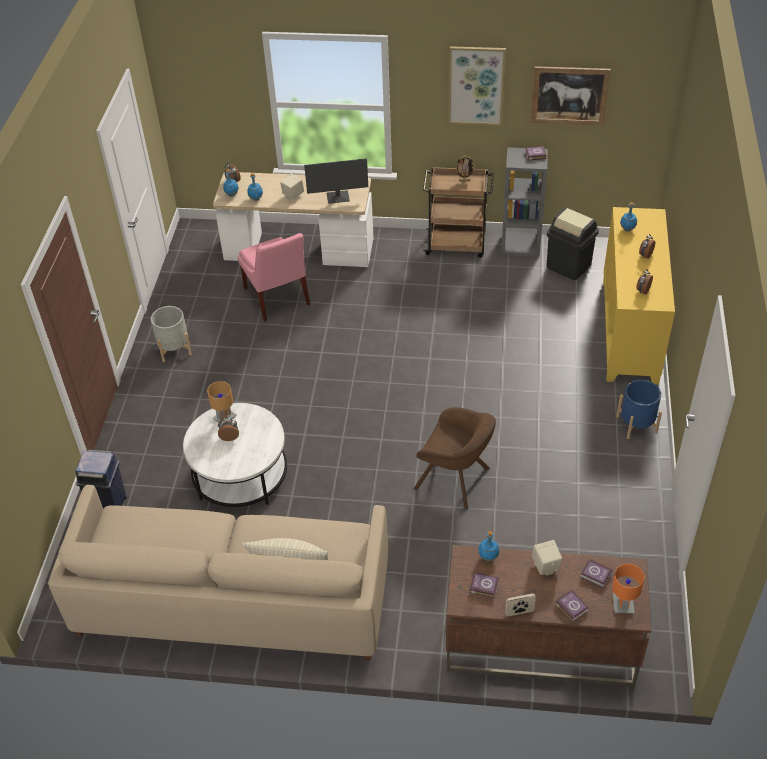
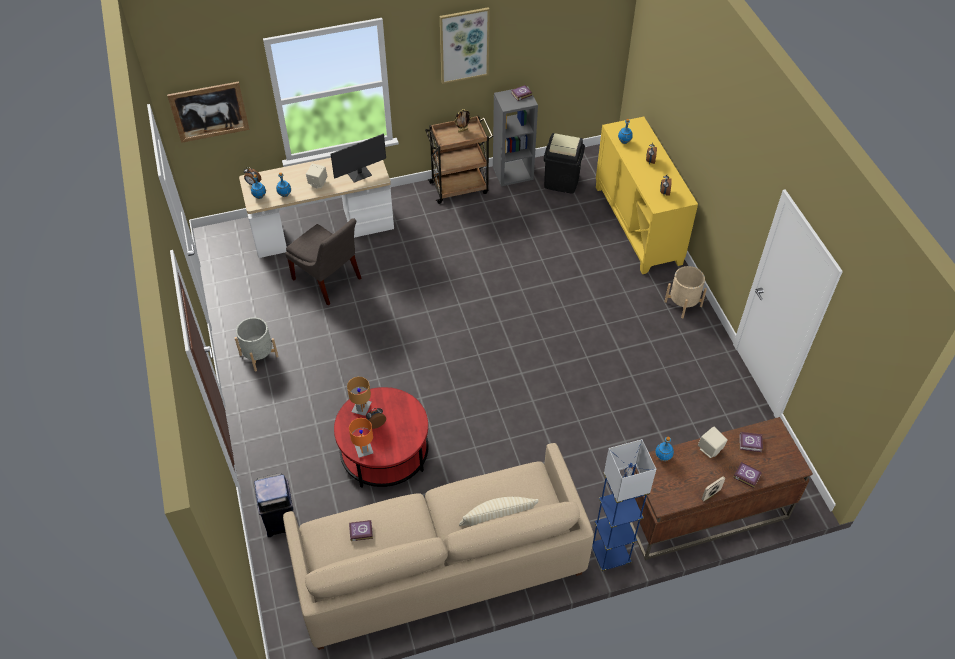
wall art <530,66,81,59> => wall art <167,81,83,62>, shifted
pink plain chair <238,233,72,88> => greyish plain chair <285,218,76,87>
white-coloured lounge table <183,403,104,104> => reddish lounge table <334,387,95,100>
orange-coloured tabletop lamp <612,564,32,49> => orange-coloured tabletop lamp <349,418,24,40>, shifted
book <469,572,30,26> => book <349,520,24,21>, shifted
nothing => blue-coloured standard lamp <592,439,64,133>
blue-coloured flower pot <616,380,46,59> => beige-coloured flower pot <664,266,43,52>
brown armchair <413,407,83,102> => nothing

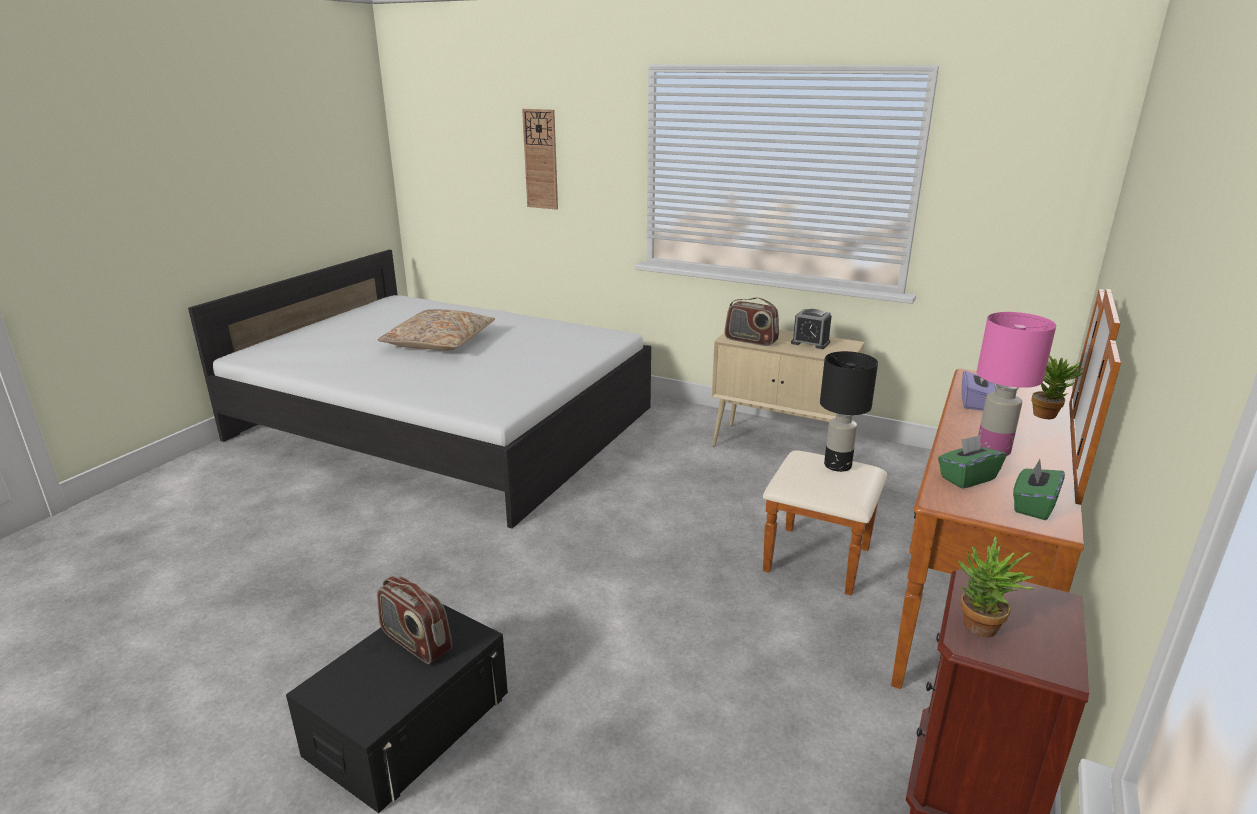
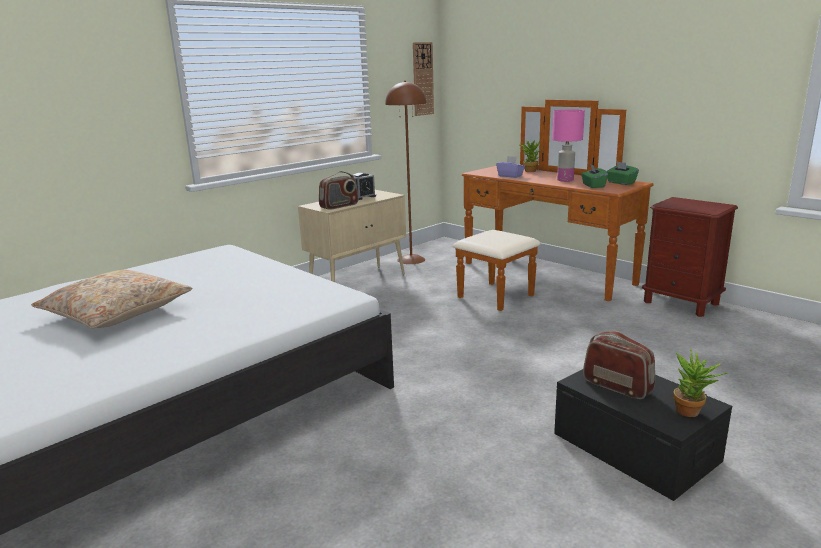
nothing => brown standard lamp <385,81,42,183>
hanging clock <522,109,36,101> => hanging clock <413,42,21,74>, shifted
radio <377,576,75,88> => radio <583,331,72,68>, 105 degrees counterclockwise
potted plant <958,537,76,101> => potted plant <673,349,55,68>, shifted
blackish tabletop lamp <820,351,58,121> => nothing

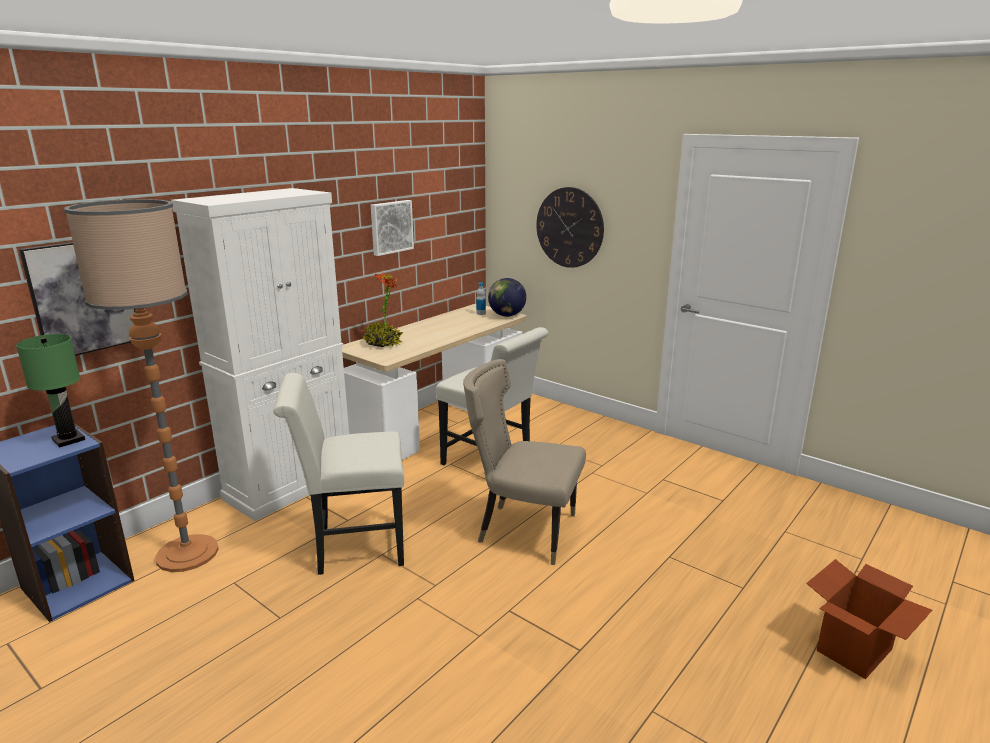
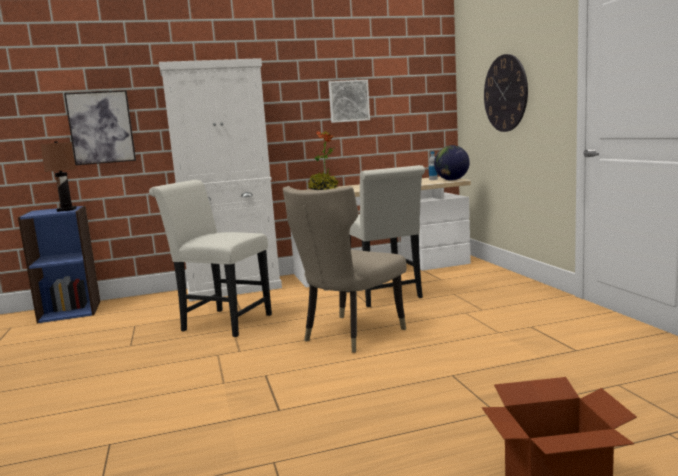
green-coloured tabletop lamp <16,334,69,114> => brown tabletop lamp <40,141,37,71>
beige-coloured plain chair <463,359,123,206> => beige-coloured plain chair <283,186,124,167>, 105 degrees counterclockwise
standard lamp <64,199,155,373> => nothing

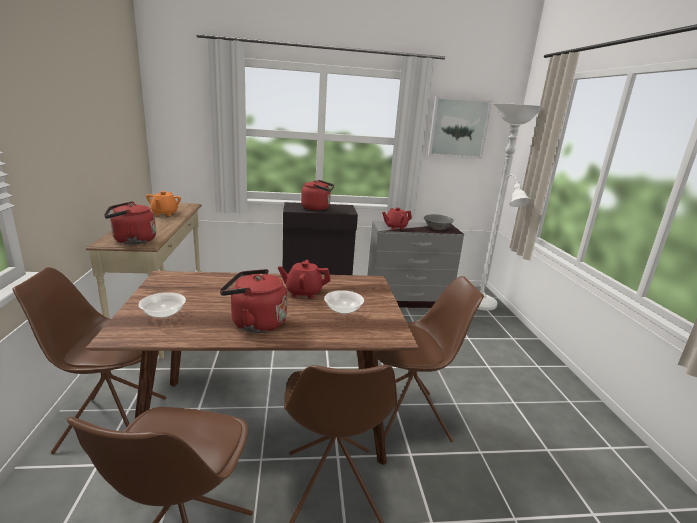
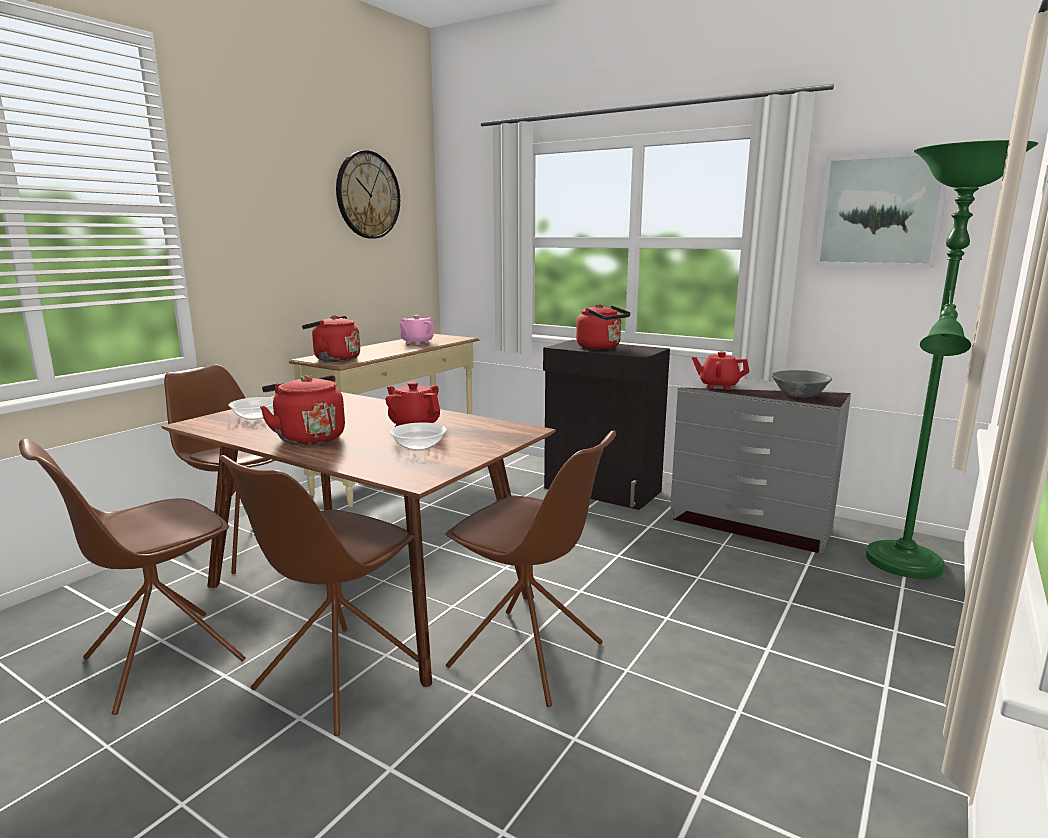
nothing => hanging clock <336,150,64,89>
orange-coloured tea pot <146,191,35,25> => pink tea pot <399,315,35,30>
white-coloured standard lamp <478,103,65,208> => green-coloured standard lamp <866,140,172,439>

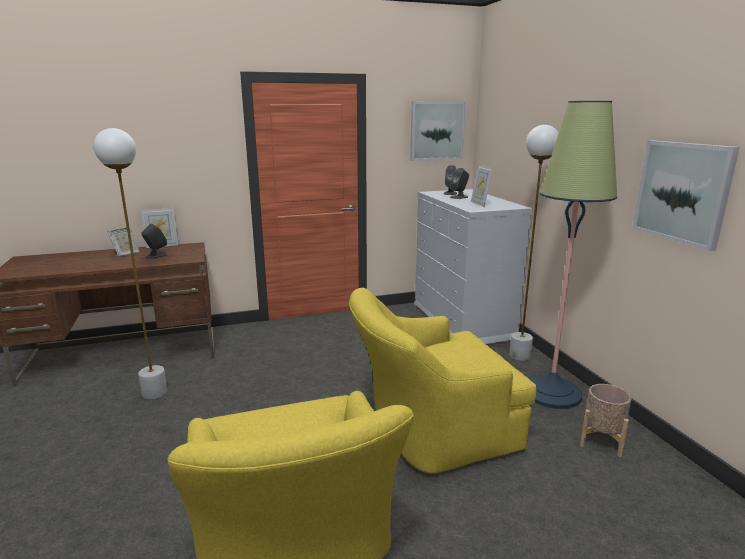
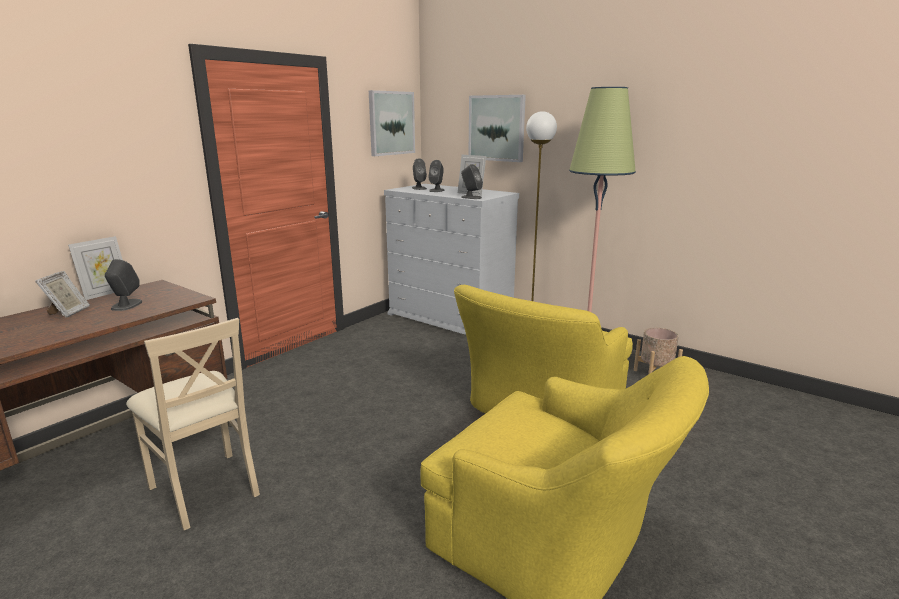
white-coloured standard lamp <93,128,74,271> => beige-coloured plain chair <126,318,134,212>
nothing => greyish loudspeaker <461,164,22,35>
wall art <632,140,108,111> => wall art <468,95,58,67>, shifted

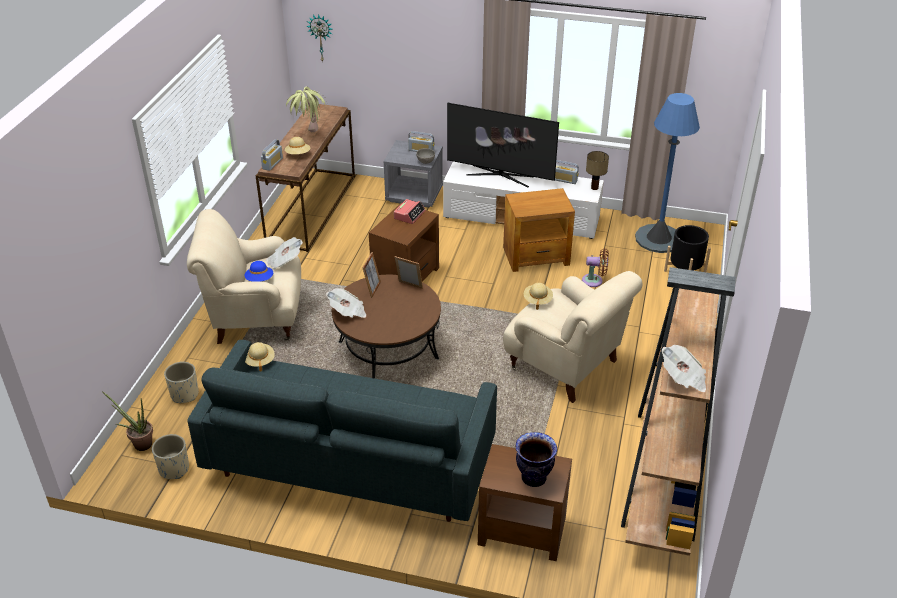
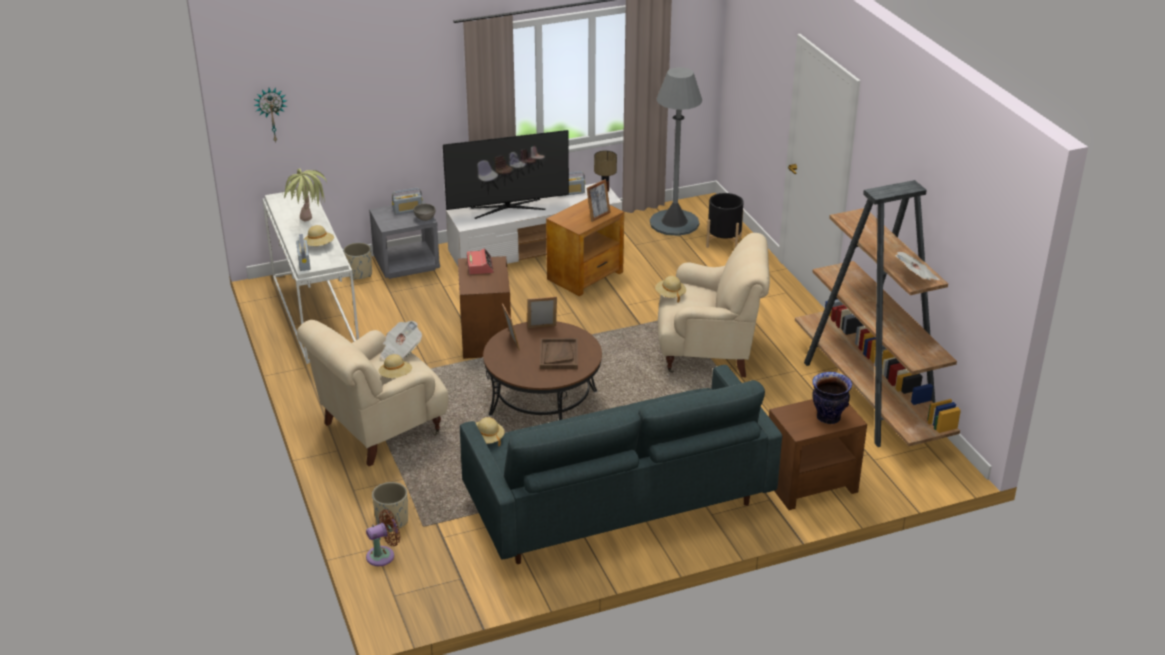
brown hall table <256,104,99,148> => white-coloured hall table <262,190,97,174>
beige-coloured flower pot <152,434,37,45> => beige-coloured flower pot <343,243,29,37>, shifted
brown fan <582,248,27,39> => brown fan <366,509,34,57>, shifted
blue-coloured hat <245,261,28,21> => beige-coloured hat <379,354,33,24>
nothing => brown carrying tray <540,338,38,31>
nothing => standing frame <586,179,25,43>
blue-coloured standard lamp <635,93,65,160> => greyish standard lamp <650,67,52,169>
potted plant <102,391,51,60> => nothing
daily paper <326,288,41,30> => nothing

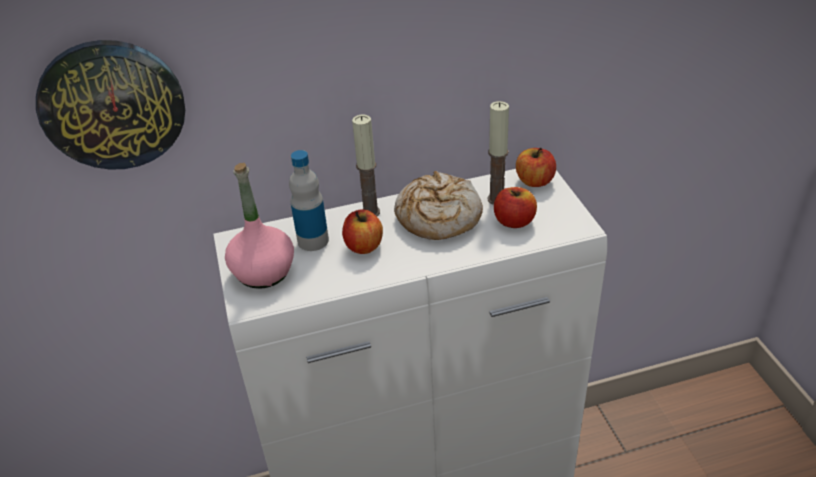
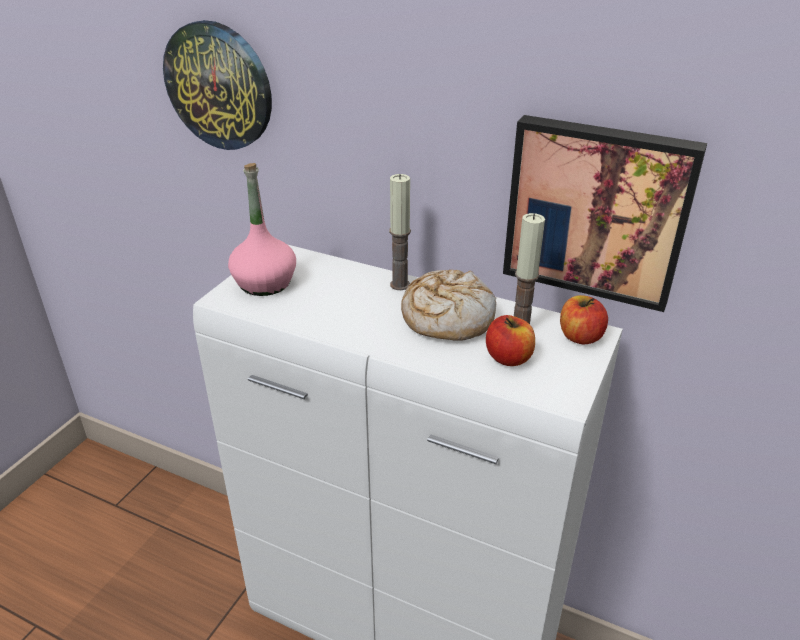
nothing => wall art <503,115,204,197>
bottle <289,150,40,101> => nothing
apple <342,209,41,45> => nothing

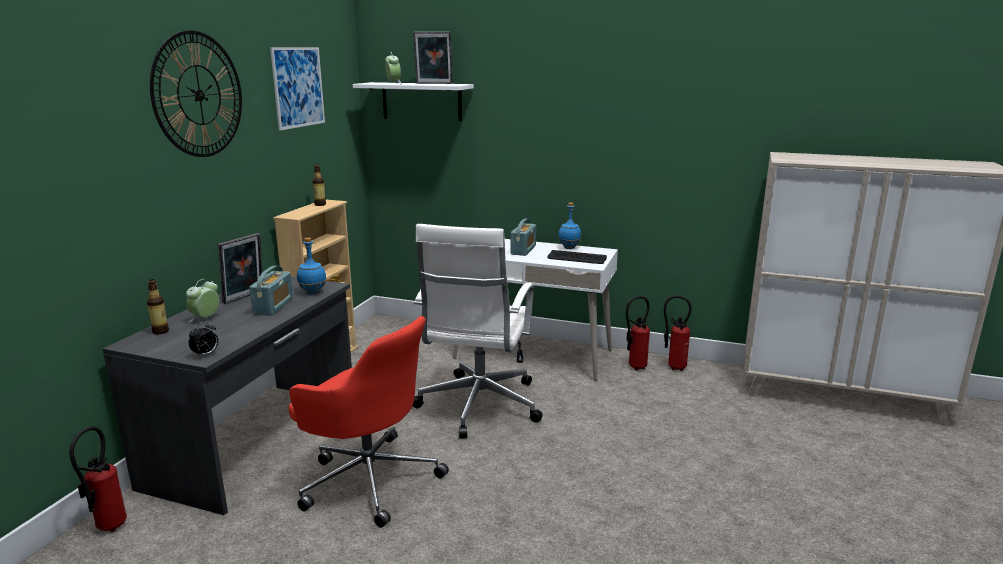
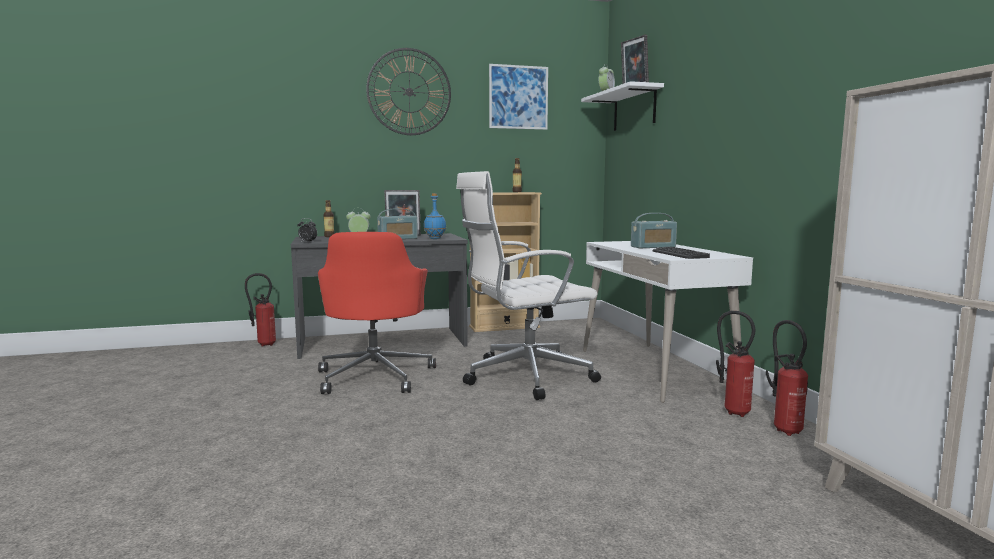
blue-coloured bottle <558,202,23,47> => nothing

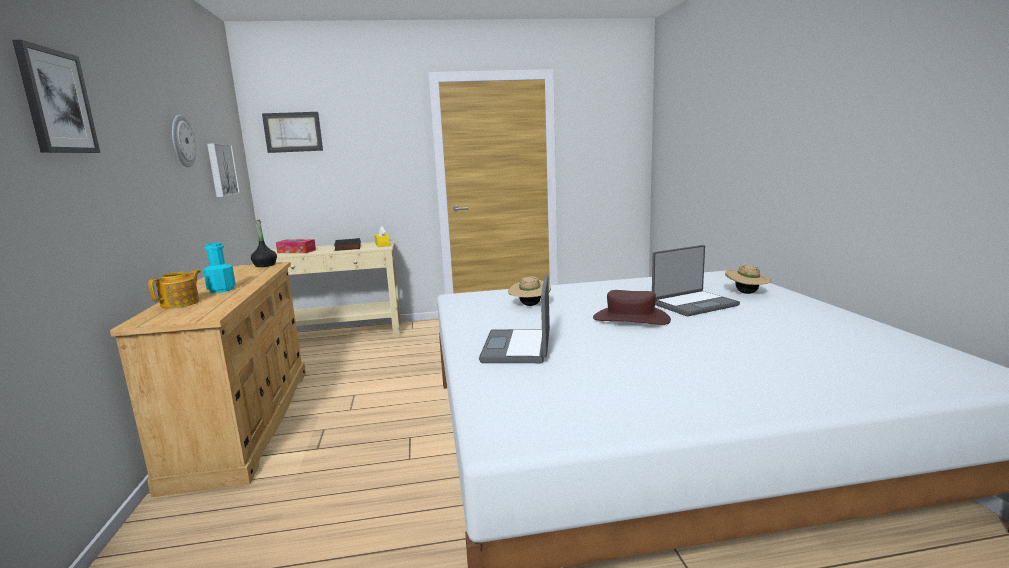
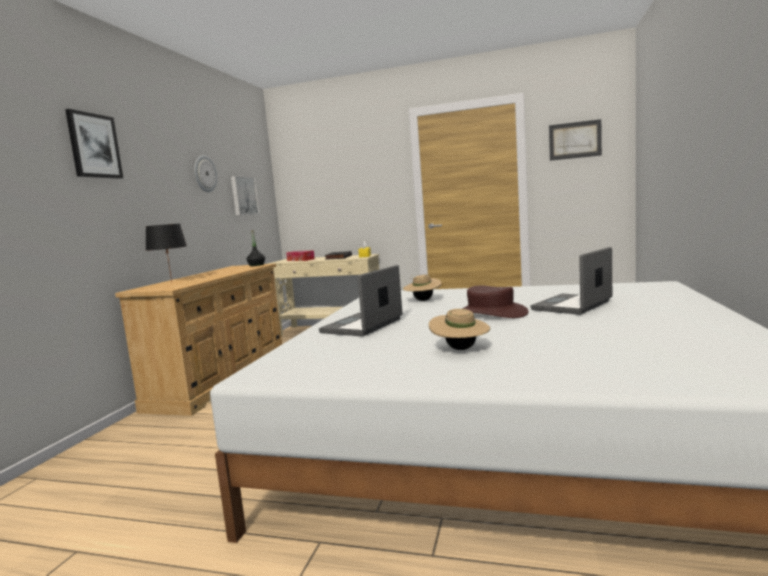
tea pot <148,269,53,40> => blackish tabletop lamp <146,224,41,58>
beige-coloured hat <725,265,46,29> => beige-coloured hat <429,309,61,41>, shifted
portable computer <652,245,88,71> => portable computer <531,247,81,68>, 135 degrees clockwise
wall art <262,112,61,41> => wall art <549,119,53,42>, shifted
blue-green bottle <203,243,33,50> => nothing

